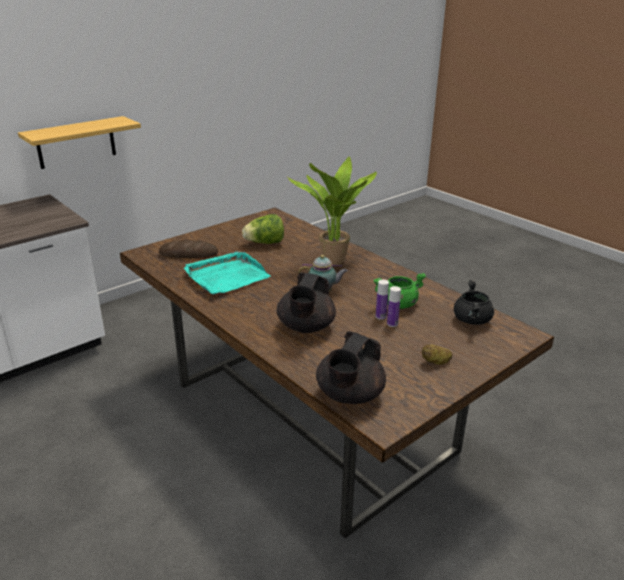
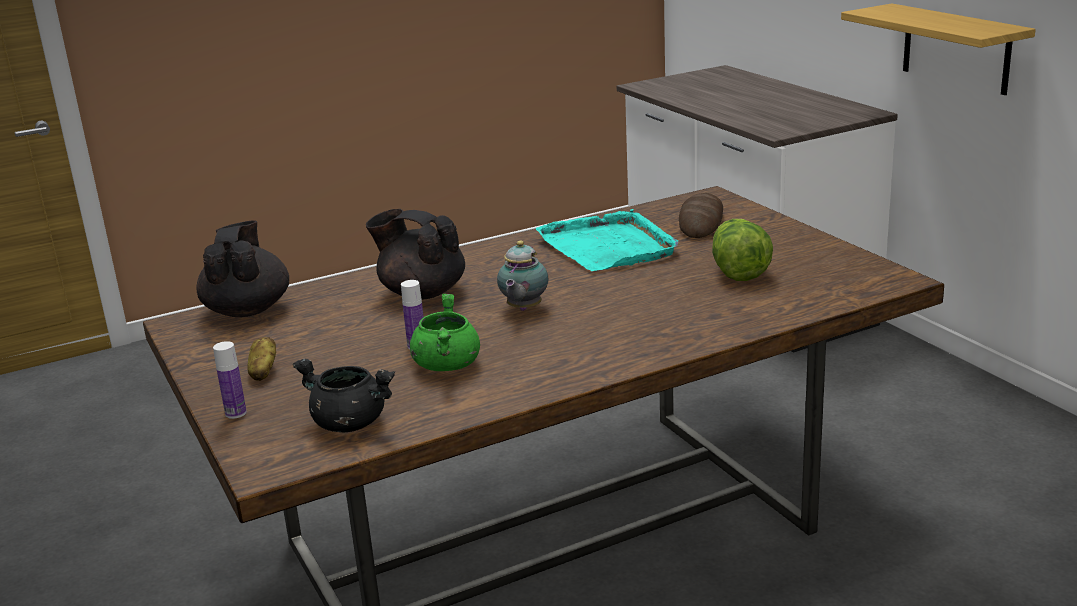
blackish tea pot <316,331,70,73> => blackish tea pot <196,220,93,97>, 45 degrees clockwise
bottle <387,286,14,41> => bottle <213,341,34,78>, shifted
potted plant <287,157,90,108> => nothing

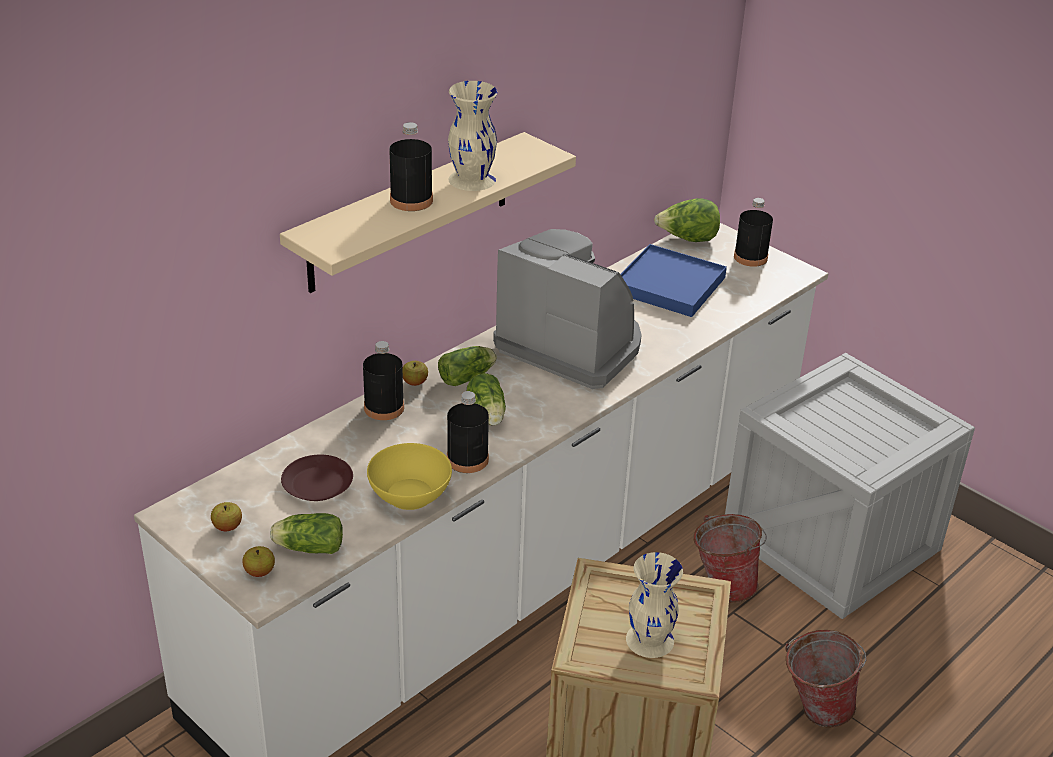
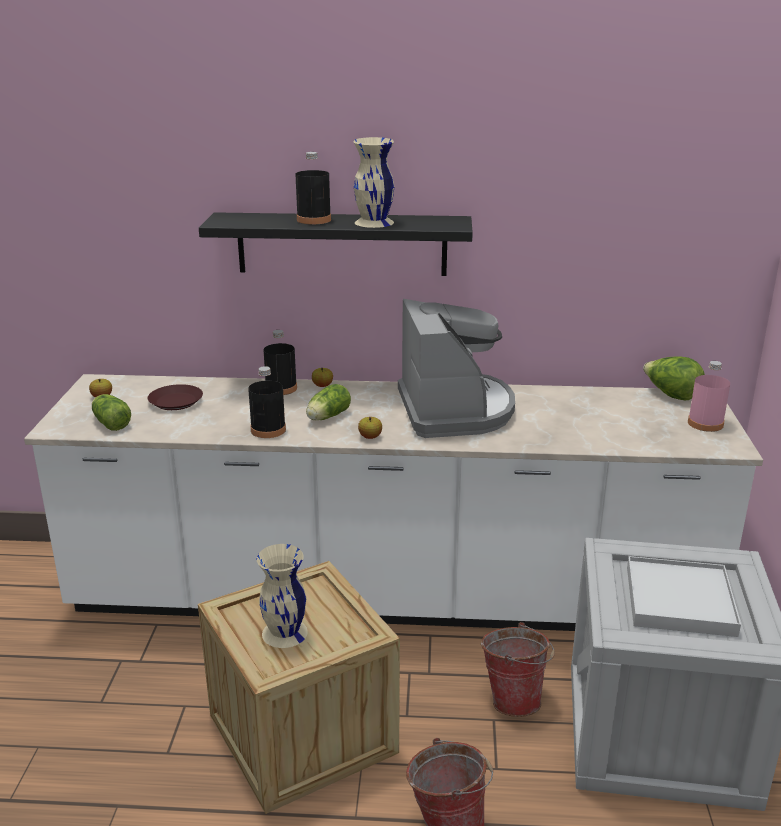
beige-coloured bracket shelf <280,132,296,161> => blackish bracket shelf <199,212,274,64>
apple <242,546,33,31> => apple <358,417,24,22>, shifted
nothing => white-coloured carrying tray <627,556,114,81>
blackish bottle <734,198,39,69> => pink bottle <688,361,42,71>
yellow-coloured serving bowl <367,443,85,67> => nothing
head of lettuce <438,346,59,40> => nothing
blue-coloured carrying tray <620,244,107,73> => nothing

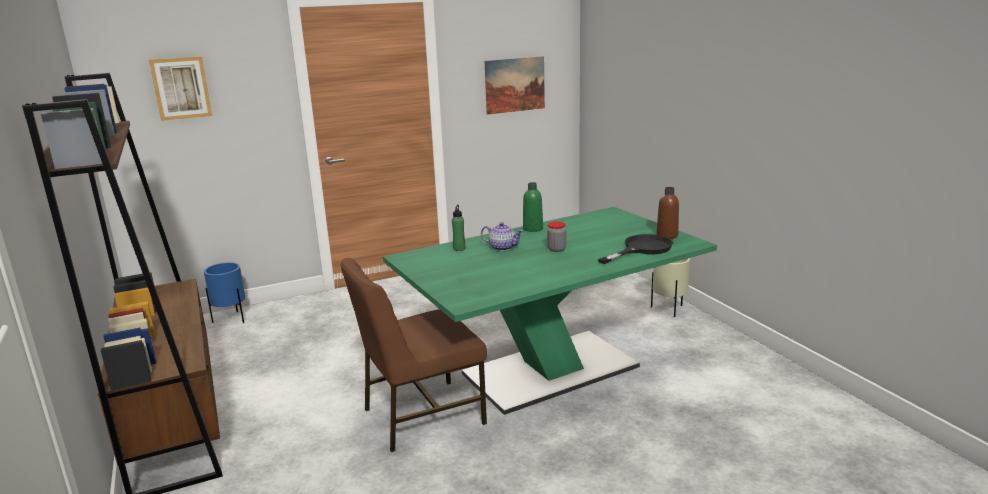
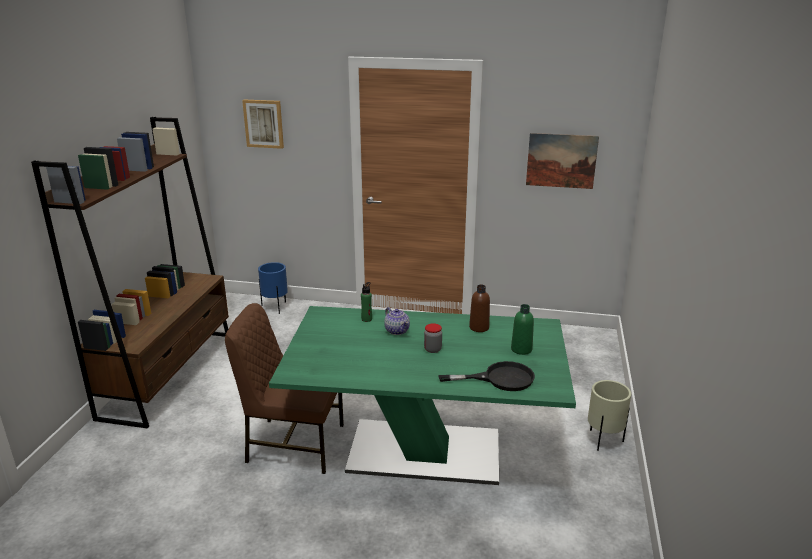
brown bottle <656,187,23,52> => brown bottle <469,284,21,48>, shifted
green-coloured bottle <523,182,20,50> => green-coloured bottle <511,304,23,51>, shifted

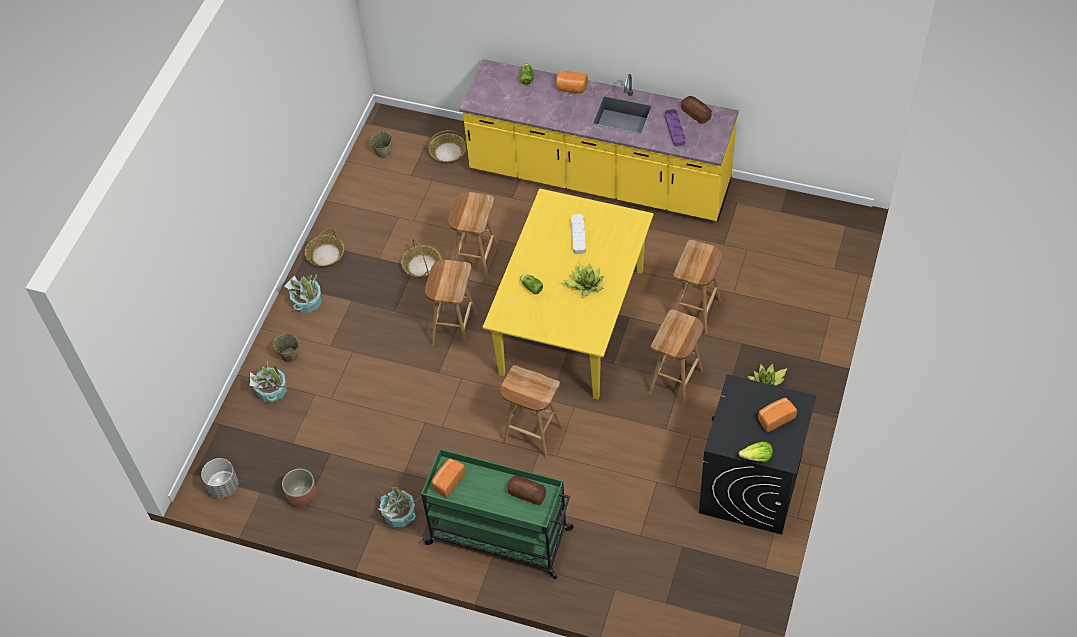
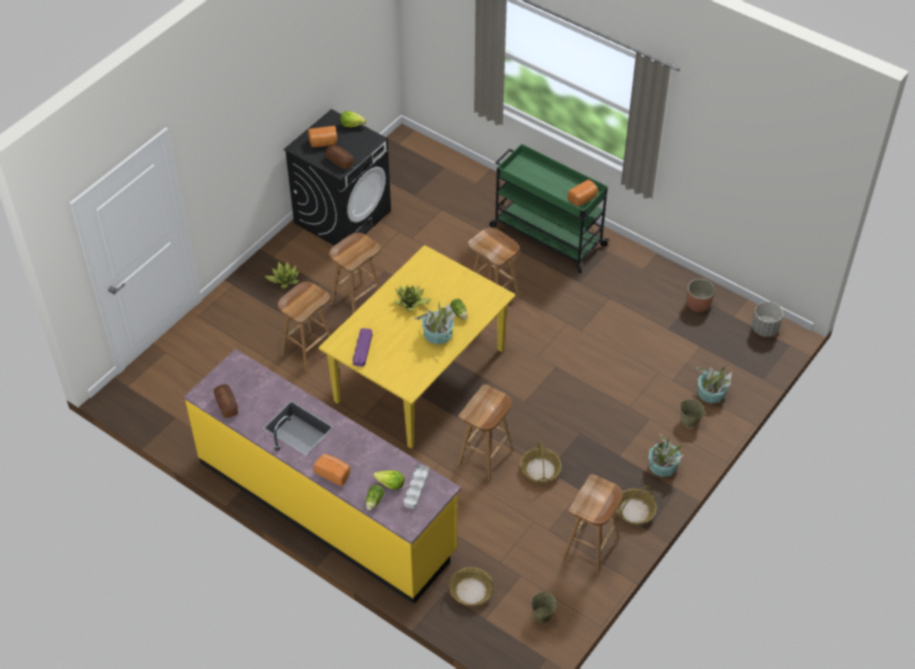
bakery bread <508,476,38,29> => bakery bread <325,145,29,24>, shifted
purple carrying tray <665,109,20,38> => purple carrying tray <353,328,19,39>, shifted
nothing => head of lettuce <373,470,32,20>
greyish carrying tray <571,214,15,40> => greyish carrying tray <404,464,25,45>, shifted
potted plant <379,487,41,40> => potted plant <413,302,43,42>, shifted
brown stool seat <425,260,53,90> => brown stool seat <563,474,60,100>, shifted

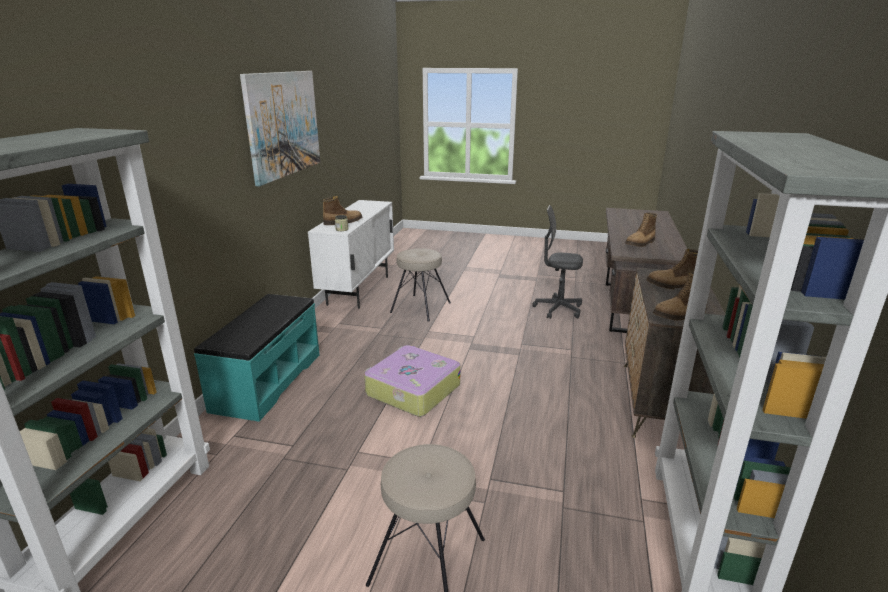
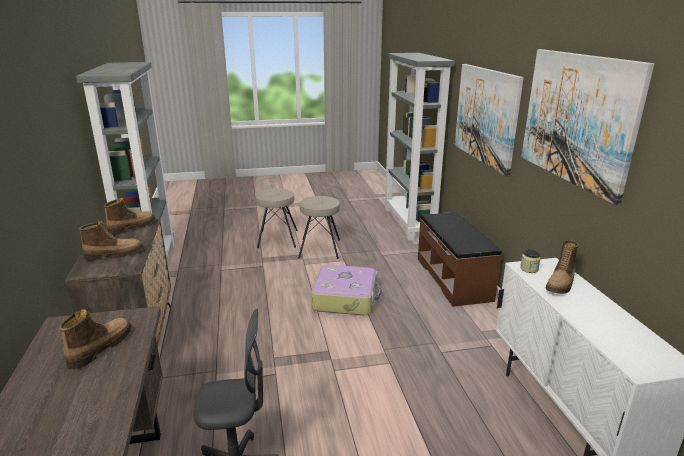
beige-coloured stool seat <390,248,61,73> => beige-coloured stool seat <298,196,42,63>, shifted
blue-green long seat <194,294,126,128> => brown long seat <418,212,84,95>
nothing => wall art <455,64,69,112>

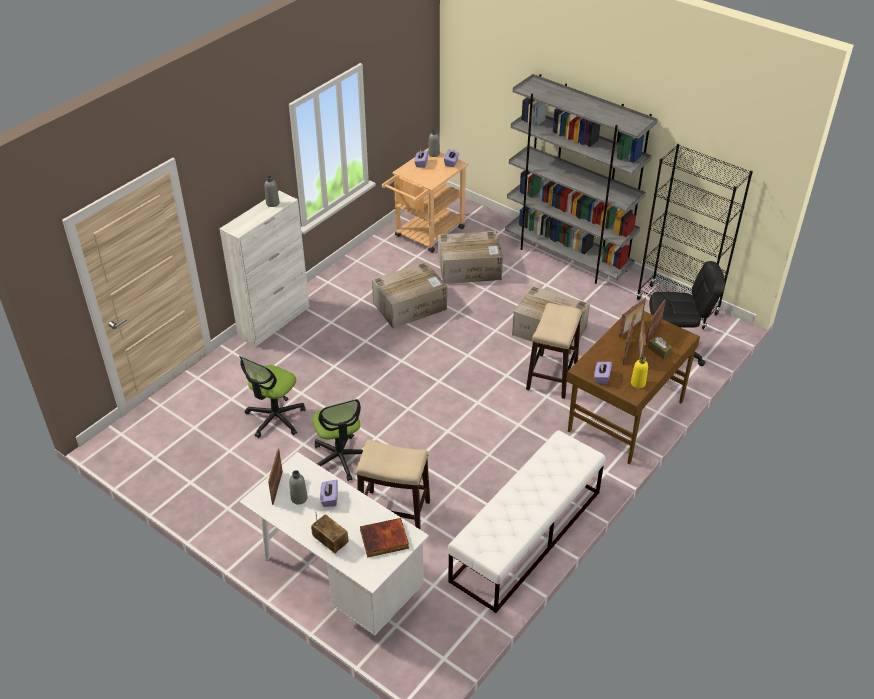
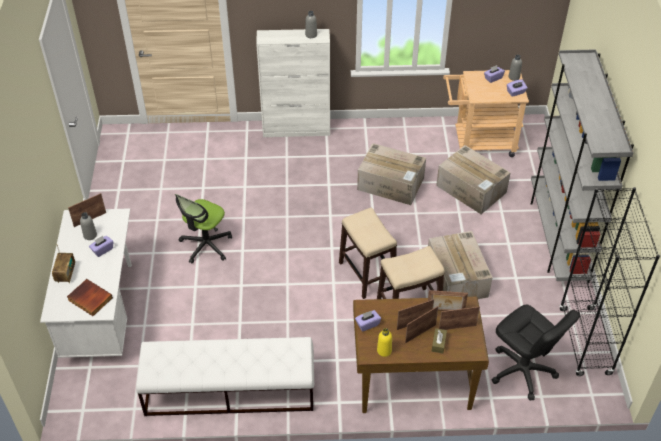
stool seat <356,440,74,90> => stool seat <339,208,58,91>, shifted
desk chair <239,356,66,82> => nothing

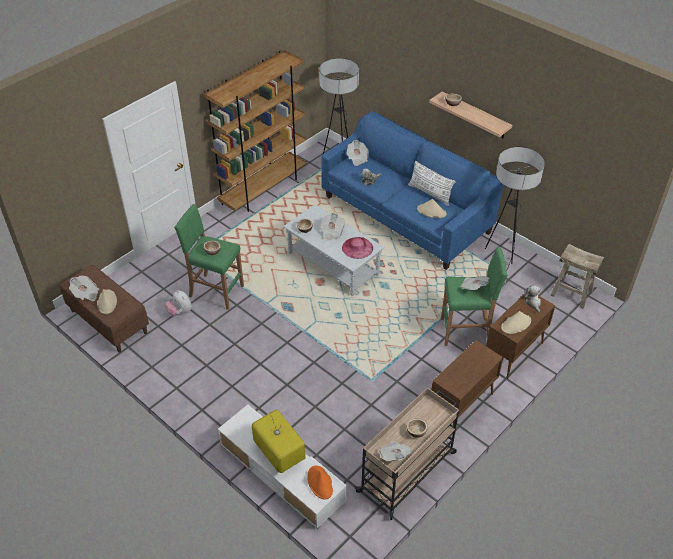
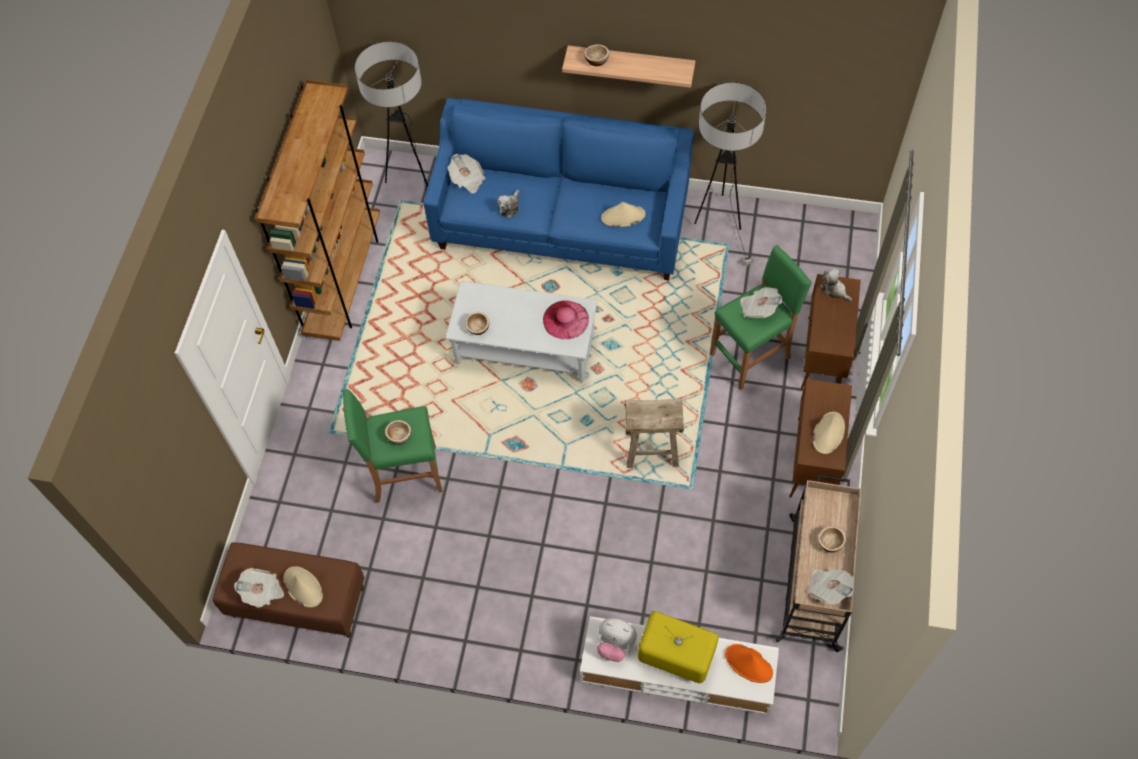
soft toy <165,290,27,26> => soft toy <597,618,40,44>, shifted
beige-coloured stool seat <551,244,53,65> => beige-coloured stool seat <625,398,59,70>, shifted
beige-coloured hat <501,311,30,23> => beige-coloured hat <813,412,32,42>, shifted
daily paper <320,213,25,28> => nothing
white-coloured cushion <408,161,48,45> => nothing

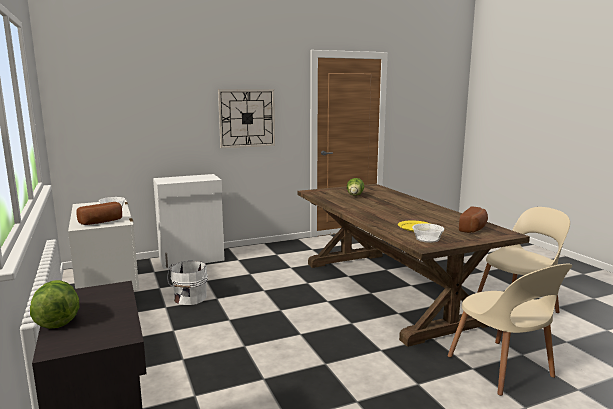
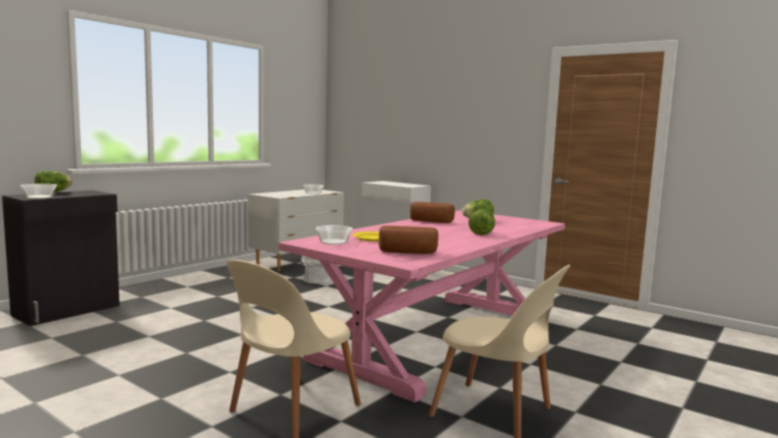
nothing => serving bowl <21,184,36,15>
brown dining table <297,184,233,163> => pink dining table <278,210,287,193>
bakery bread <76,202,46,23> => bakery bread <410,202,45,21>, shifted
nothing => head of lettuce <468,209,27,26>
hanging clock <218,89,57,59> => nothing

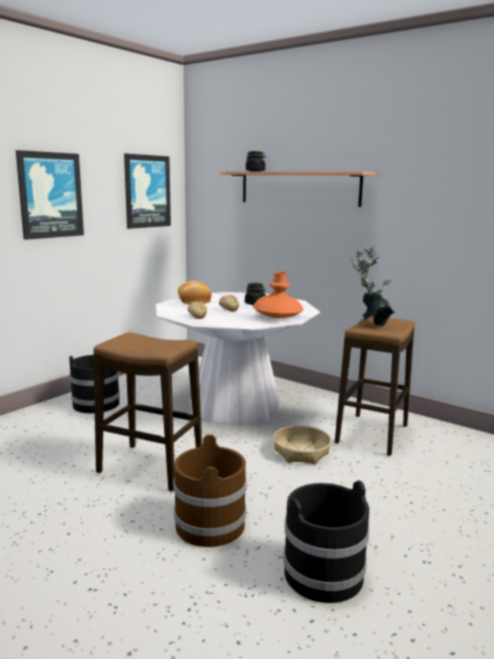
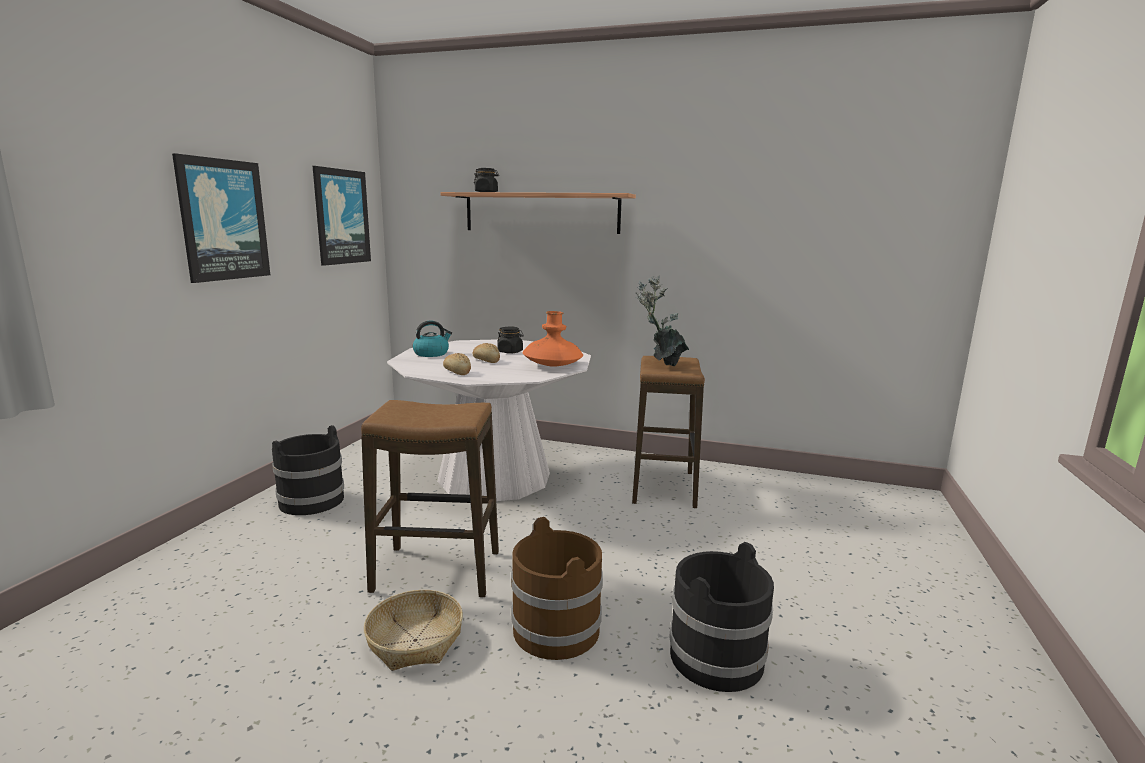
basket <273,425,58,39> => basket <364,590,99,81>, shifted
bakery bread <178,281,34,23> => water kettle <413,321,39,36>

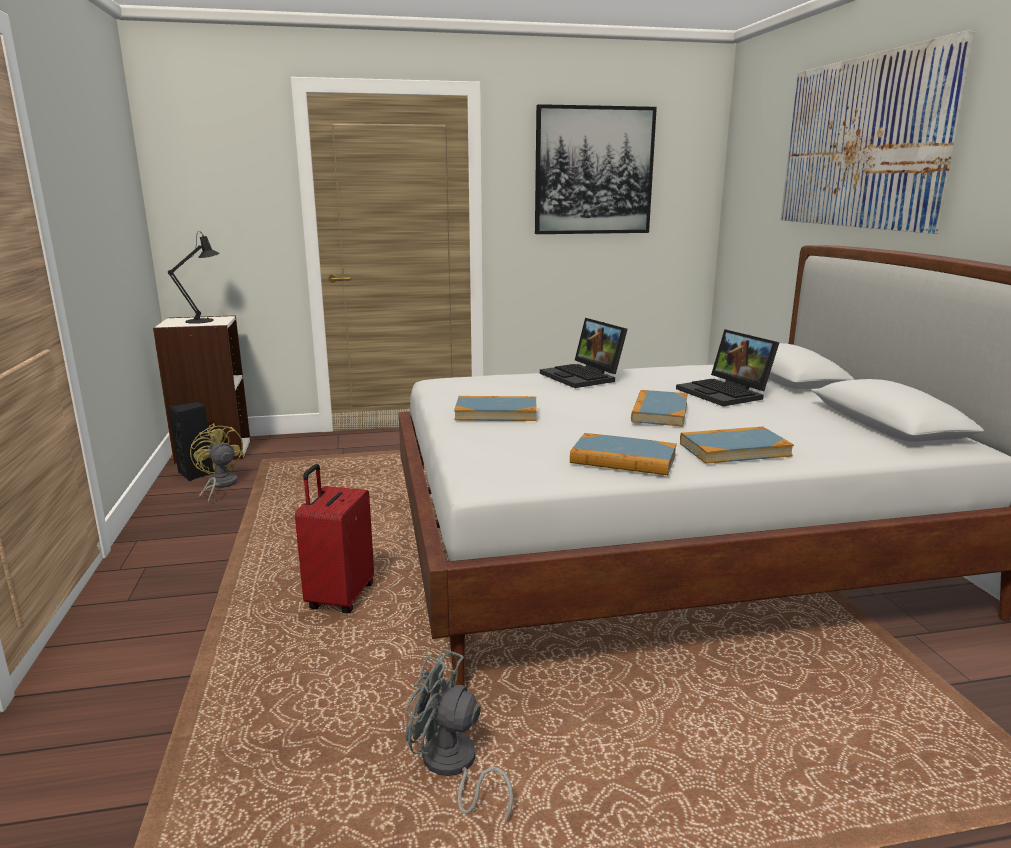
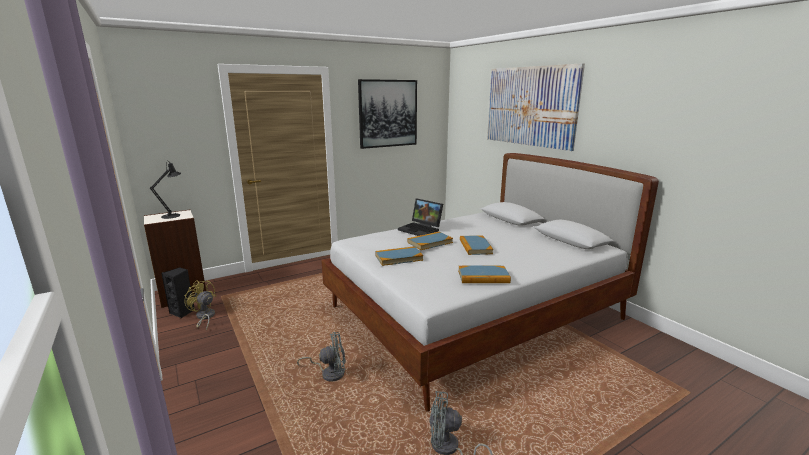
reddish suitcase <295,464,79,149> => greyish fan <297,332,49,50>
book <680,427,114,37> => book <407,232,46,18>, shifted
portable computer <676,329,103,77> => nothing

